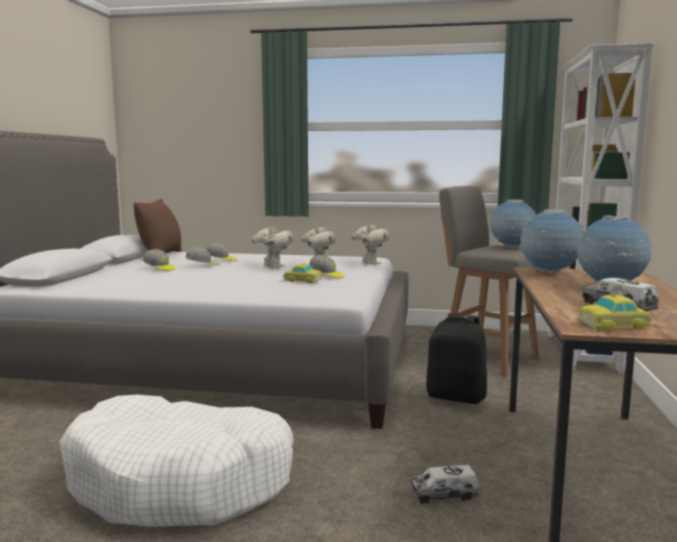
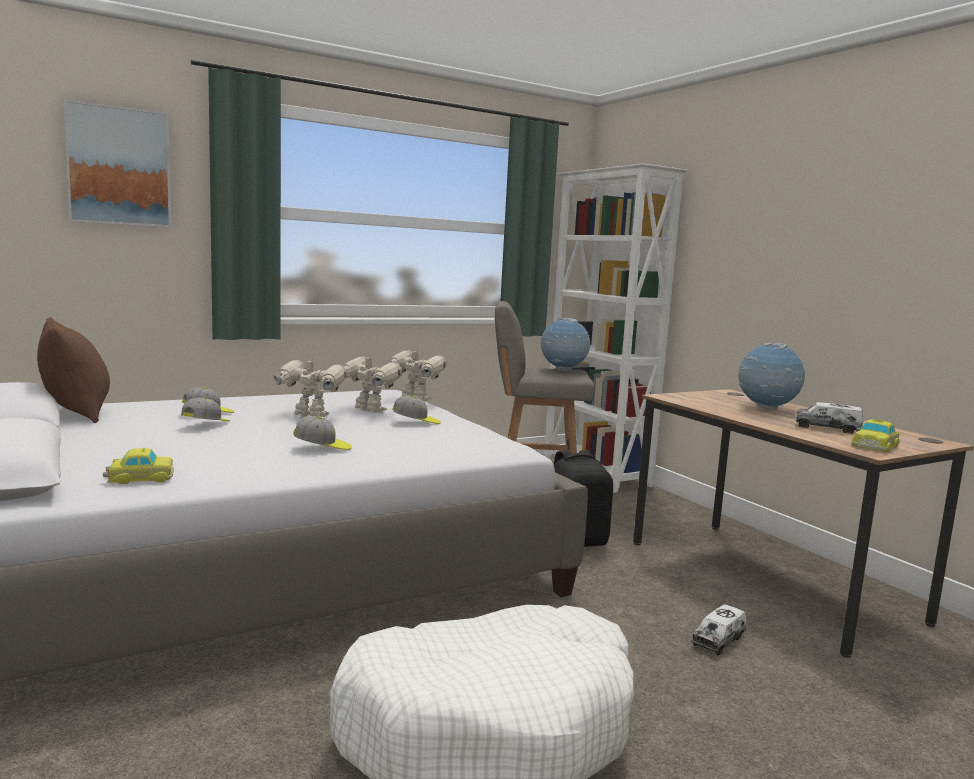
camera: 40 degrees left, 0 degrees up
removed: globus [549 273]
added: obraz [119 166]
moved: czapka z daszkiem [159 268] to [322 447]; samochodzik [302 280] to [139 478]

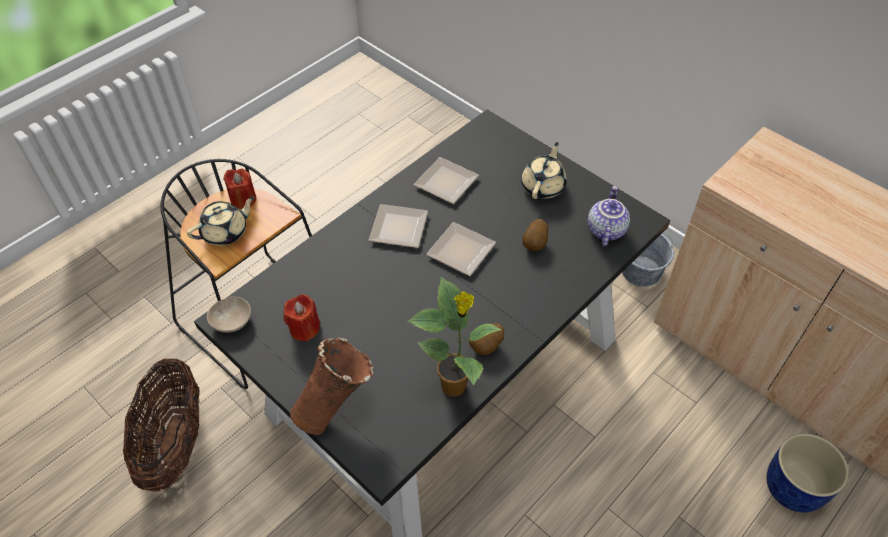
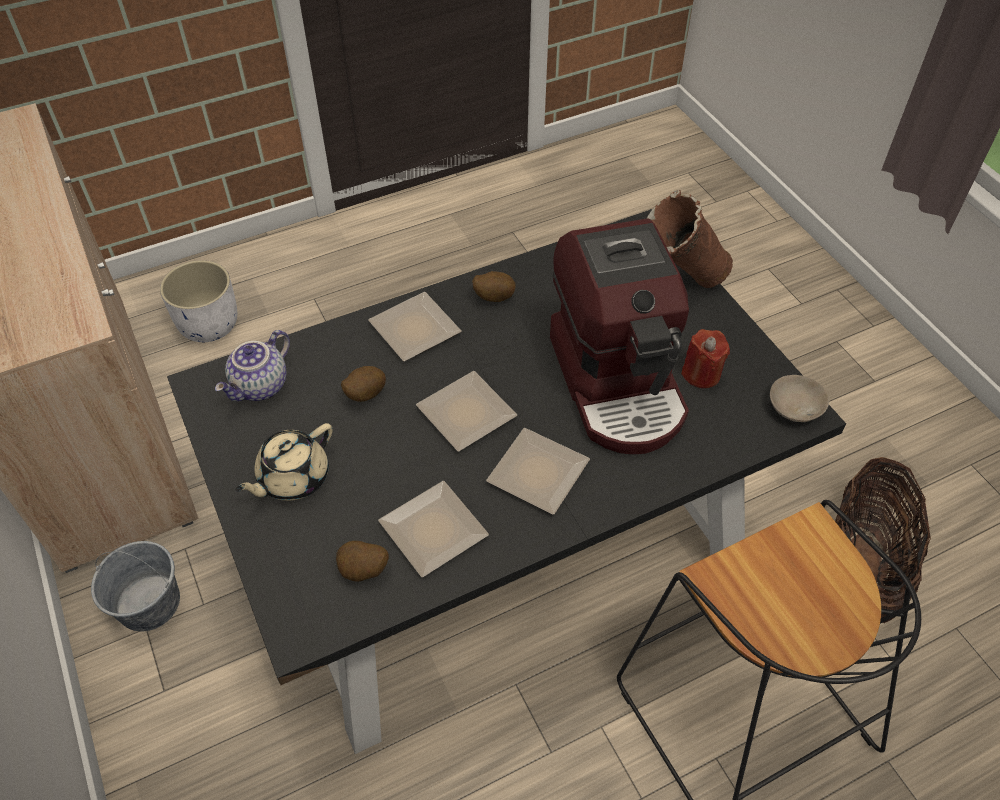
camera: 160 degrees left, 0 degrees up
removed: świeca [czerwony] [243 199]; imbryk [beżowy] [226 232]; roślina doniczkowa [455 386]
added: ekspres do kawy [619 383]; talerz [414 332]; ziemniak [364 572]
recoloured: donica [niebieski] [793 487] to donica [biały] [208 325]

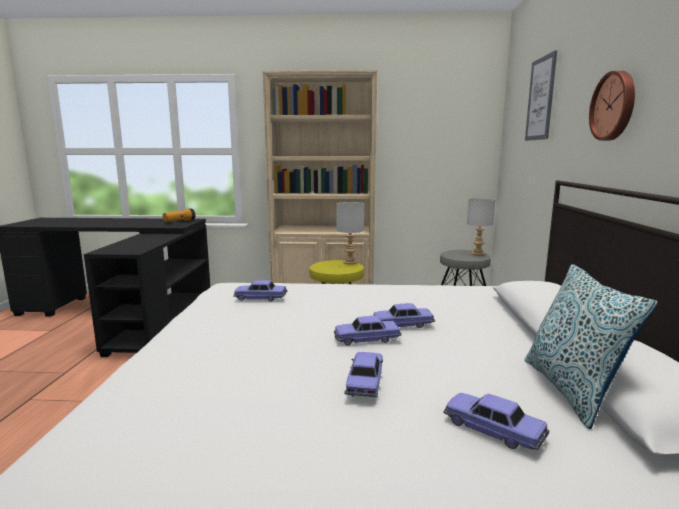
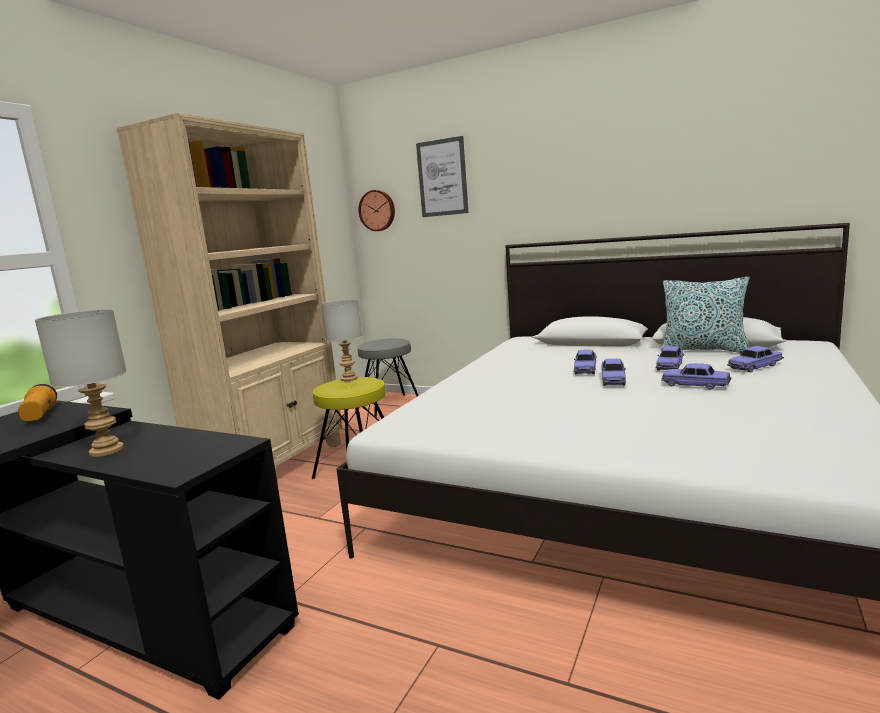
camera: 65 degrees left, 0 degrees up
moved: zegar ścienny [614 106] to [377 210]; lampa stołowa [szary] [477 254] to [107 451]; samochodzik [260 298] to [670 366]

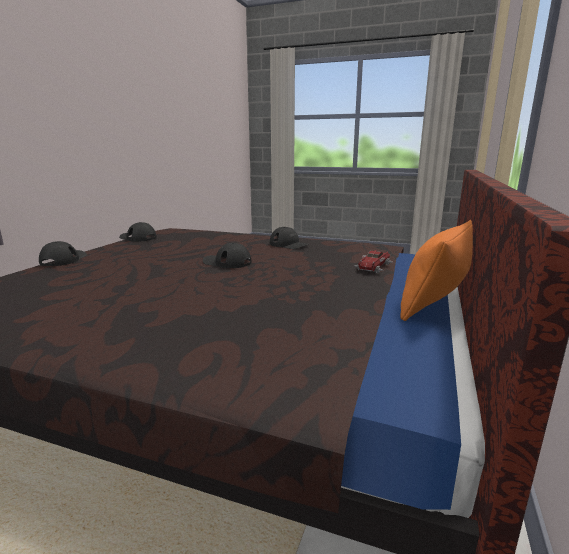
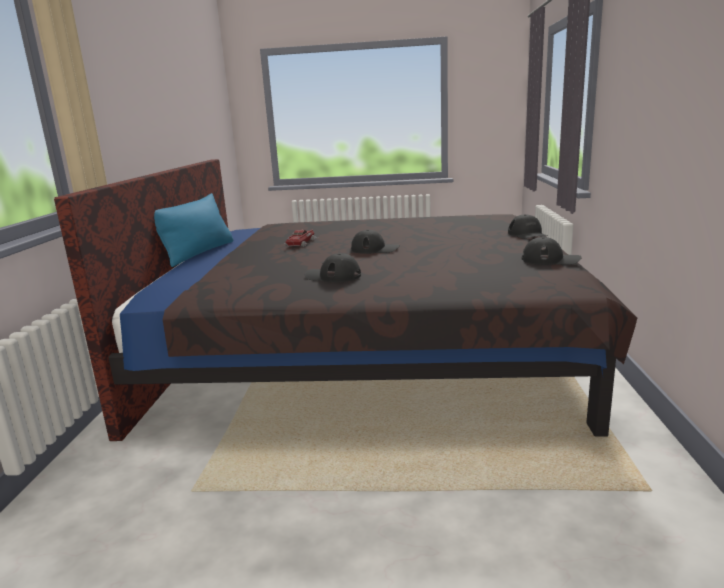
camera: 165 degrees right, 0 degrees up
moved: samochodzik [374 266] to [301 243]
recoloured: poduszka [pomarańczowy] [436 298] to poduszka [niebieski] [199 253]

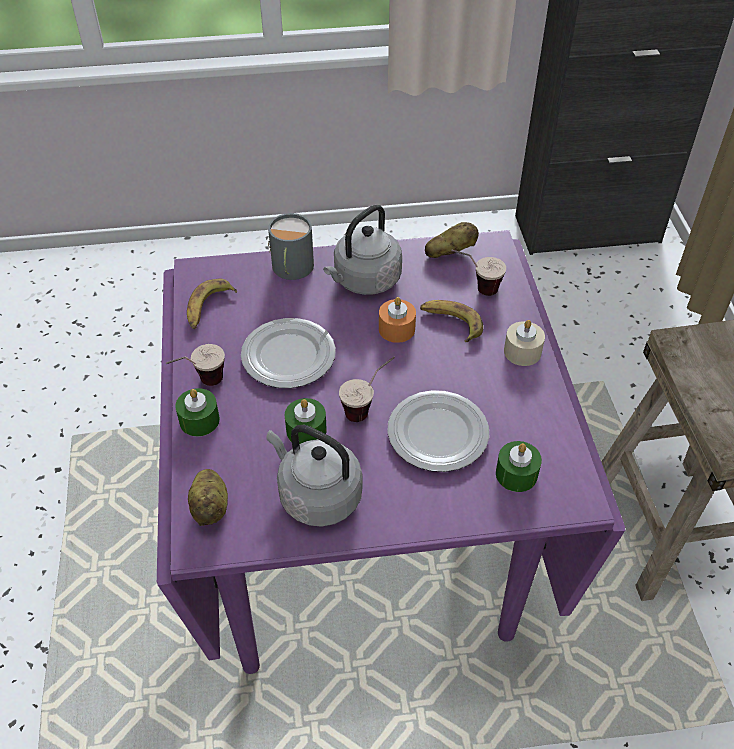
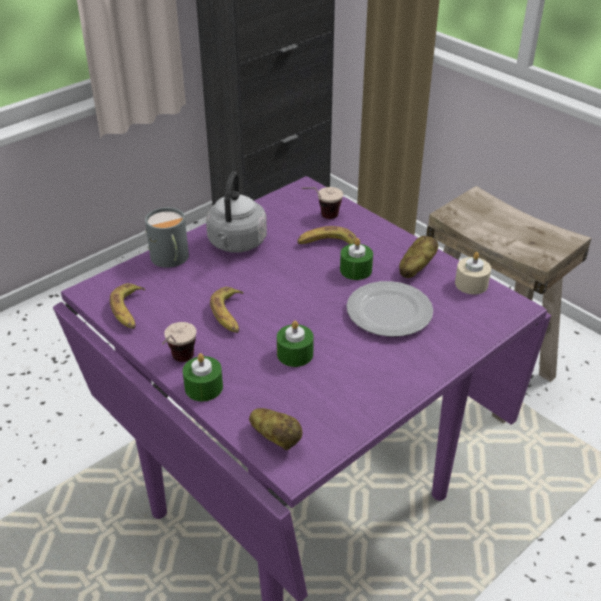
camera: 35 degrees left, 10 degrees down
removed: świeca [pomarańczowy] [396 329]; filiżanka [368 407]; czajnik [szary] [316 495]
moved: ziemniak [450 252] to [415 268]; świeca [beżowy] [522 352] to [471 284]; świeca [zielony] [516 474] to [356 270]
replaced: talerz [287 357] to banan [229 315]

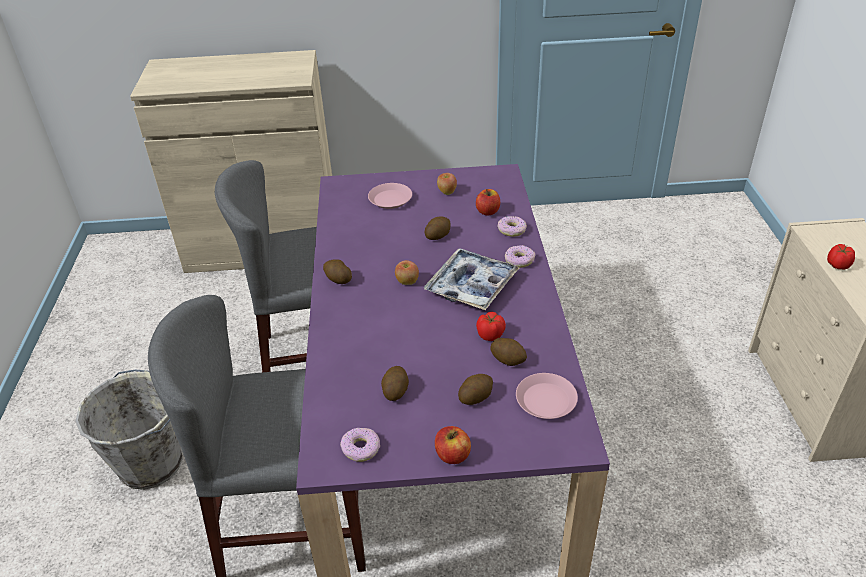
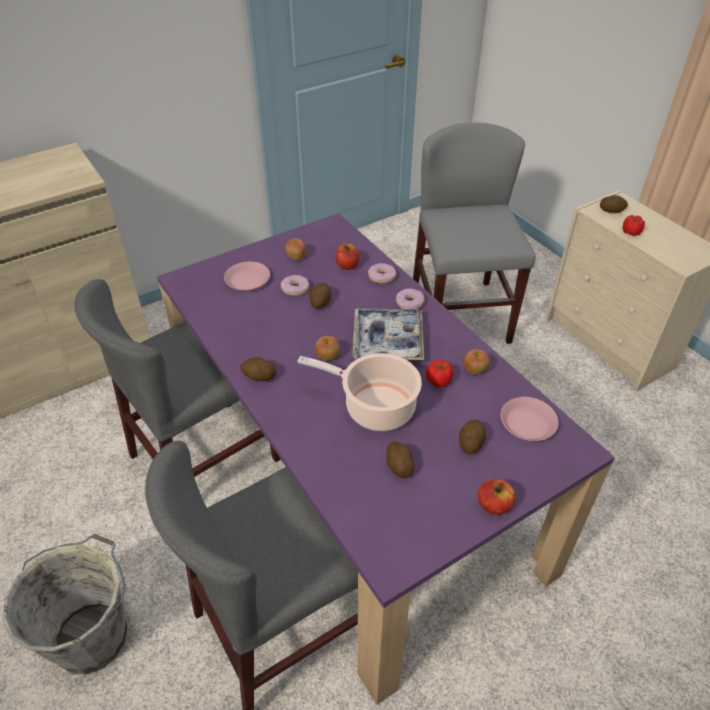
camera: 30 degrees left, 5 degrees up
added: krzesło [szary] [460 314]; jabłko [475 370]; garnek [375 407]
moved: ziemniak [508 359] to [611 210]; donut [361 448] to [295 289]

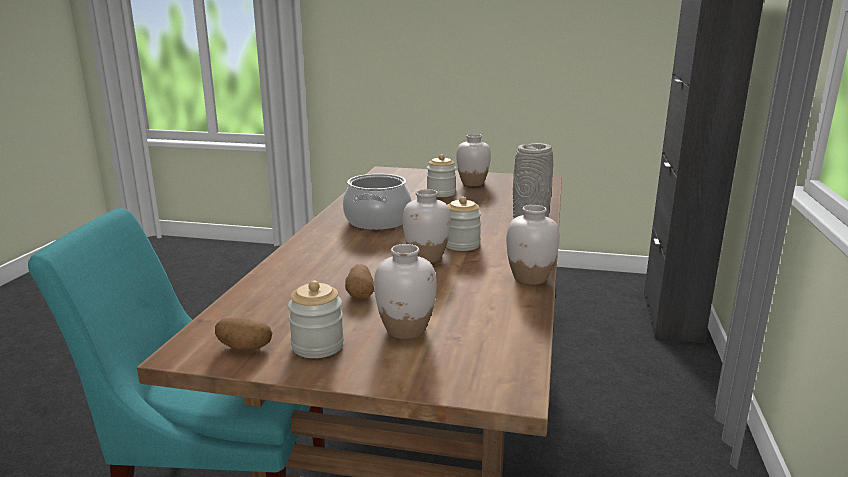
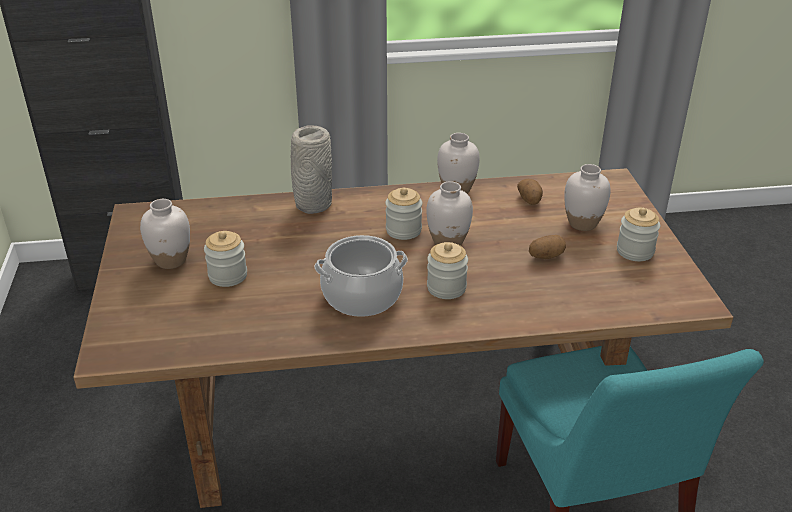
camera: 110 degrees left, 15 degrees up
added: słoik [446 288]
moved: ziemniak [243 348] to [530 200]

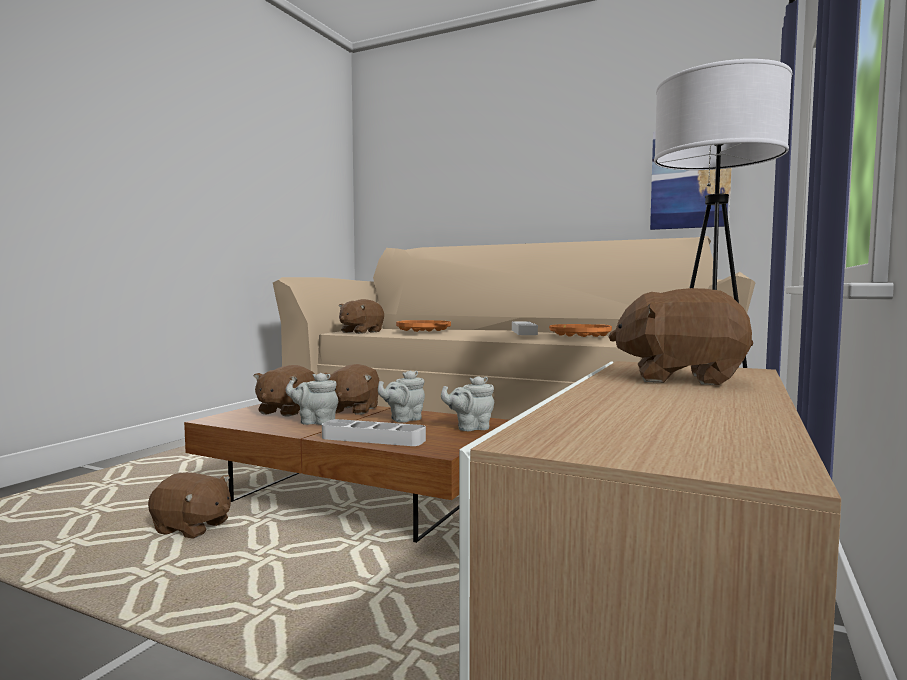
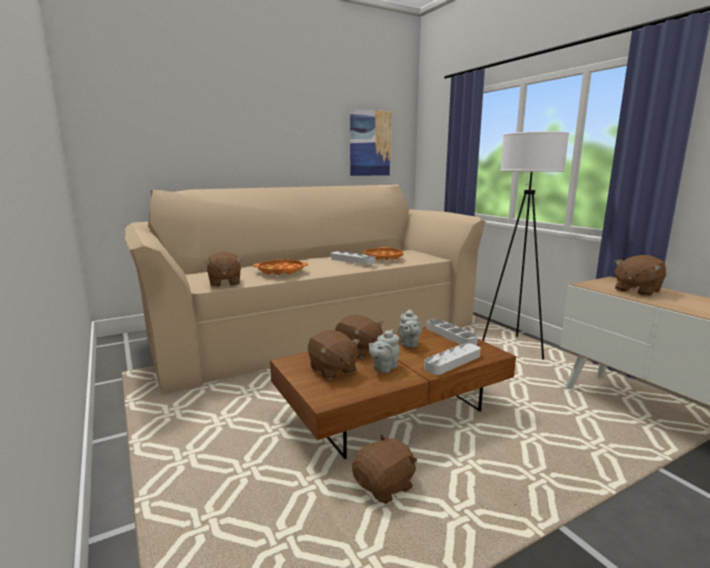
camera: 55 degrees left, 10 degrees up
replaced: imbryk [szary] [470 428] to taca [szary] [450 335]

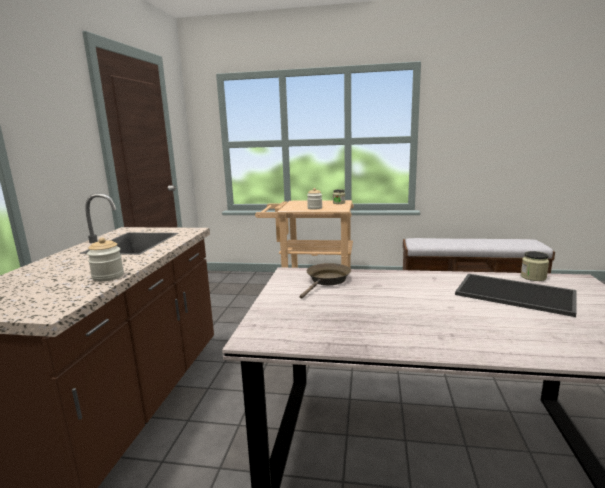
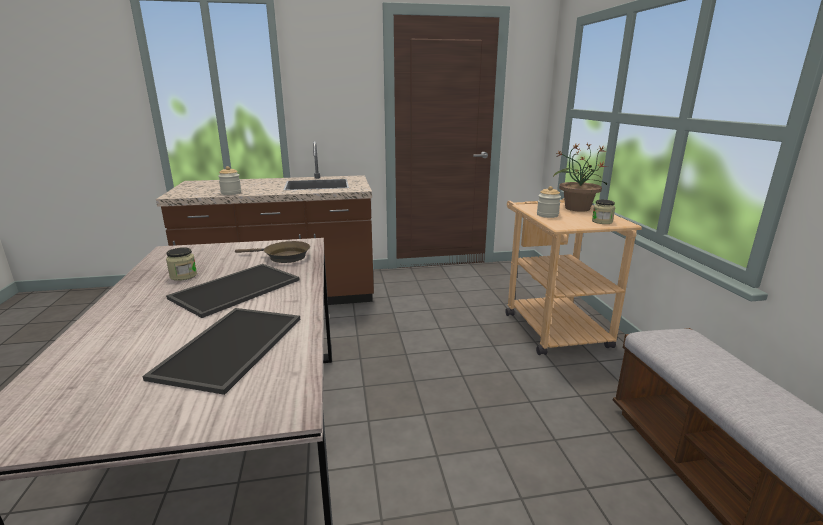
camera: 70 degrees right, 5 degrees up
added: roślina doniczkowa [576 208]; taca [236 288]
moved: słoik [533 277] to [183 276]

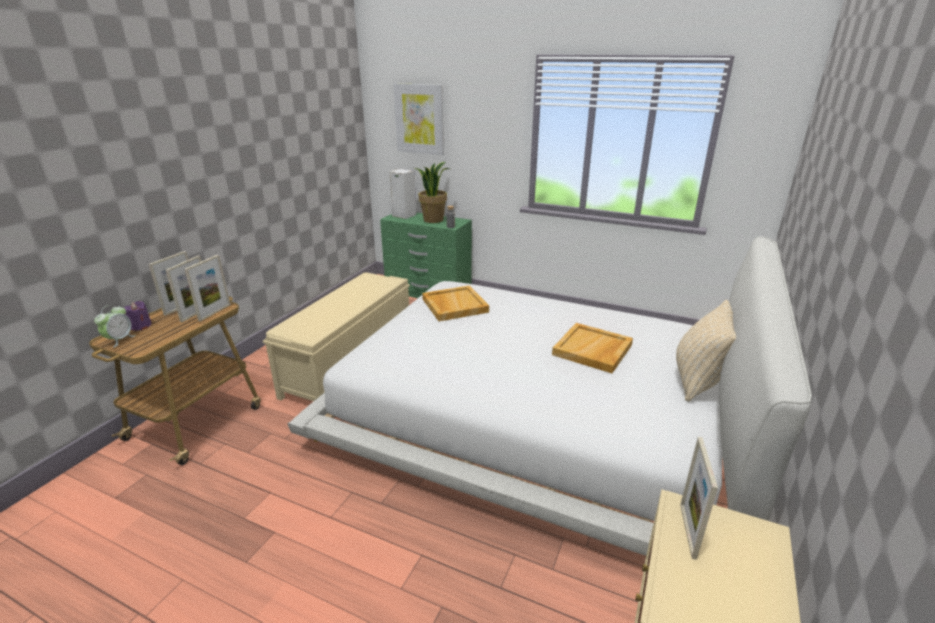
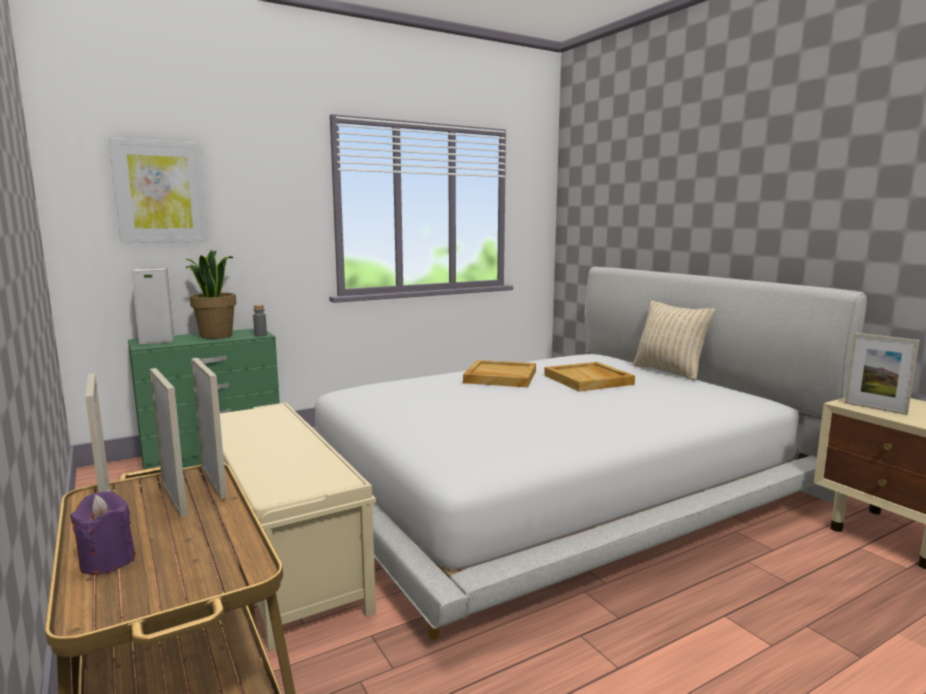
camera: 55 degrees left, 15 degrees down
removed: budzik [119 340]
moved: taca [beżowy] [454 305] to [500 377]

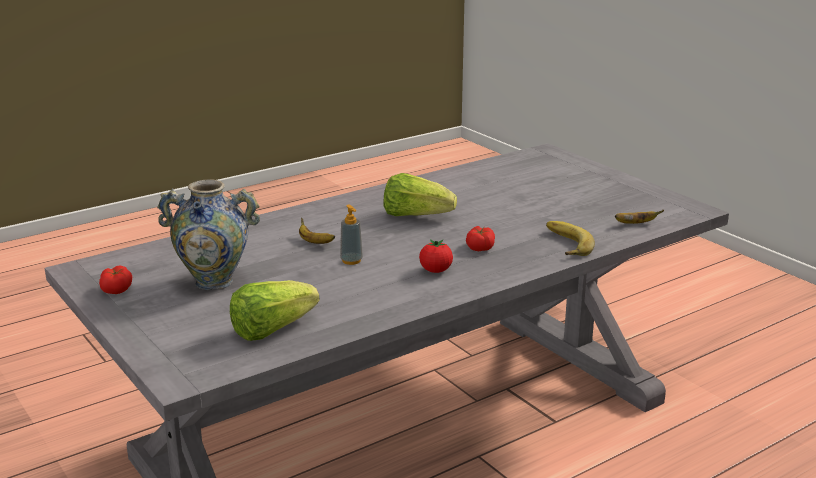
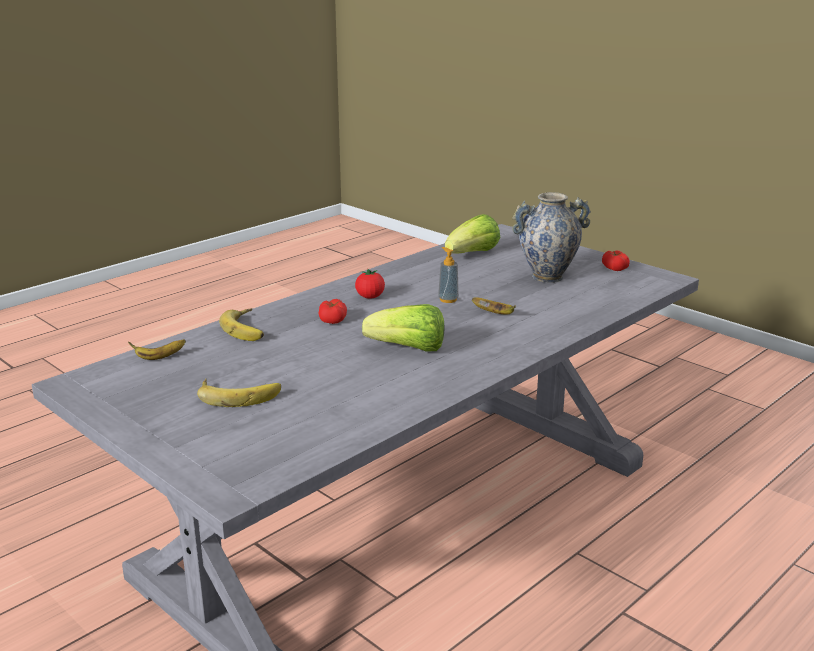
camera: 170 degrees right, 0 degrees up
added: banan [239 394]

